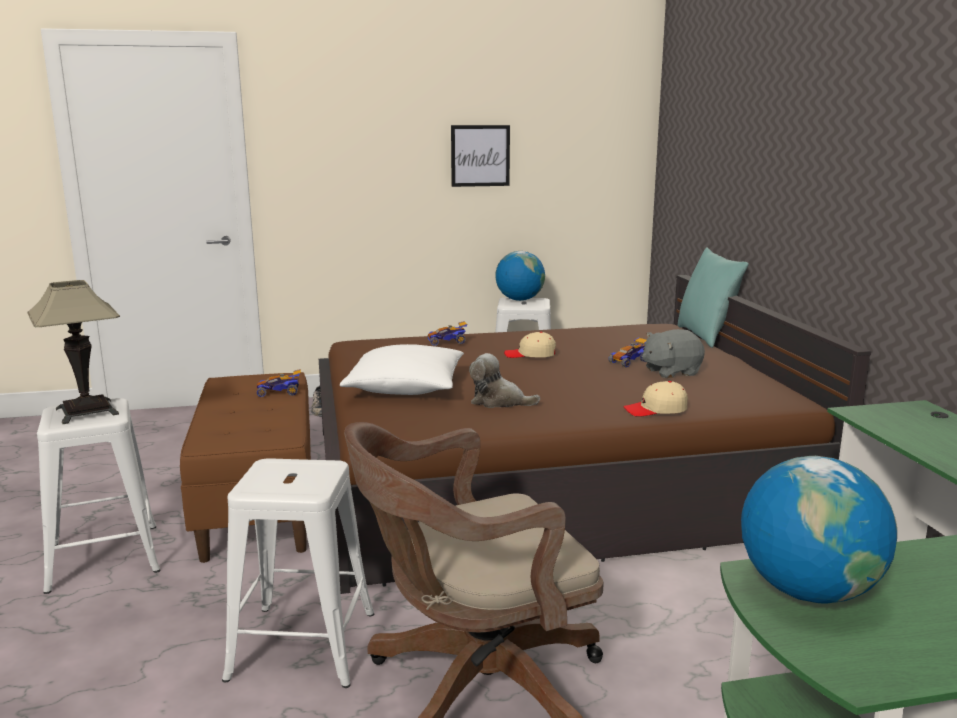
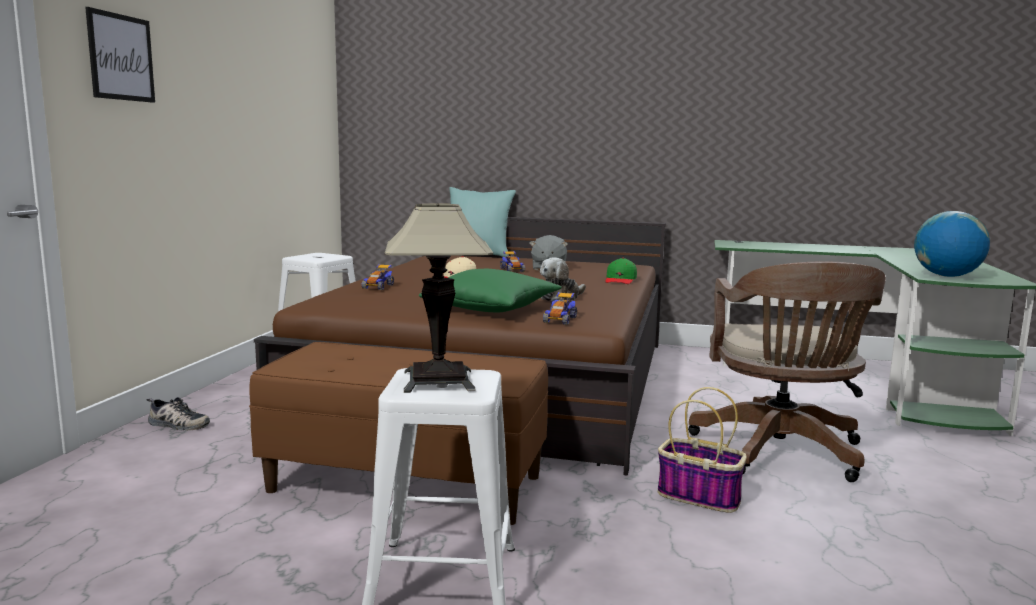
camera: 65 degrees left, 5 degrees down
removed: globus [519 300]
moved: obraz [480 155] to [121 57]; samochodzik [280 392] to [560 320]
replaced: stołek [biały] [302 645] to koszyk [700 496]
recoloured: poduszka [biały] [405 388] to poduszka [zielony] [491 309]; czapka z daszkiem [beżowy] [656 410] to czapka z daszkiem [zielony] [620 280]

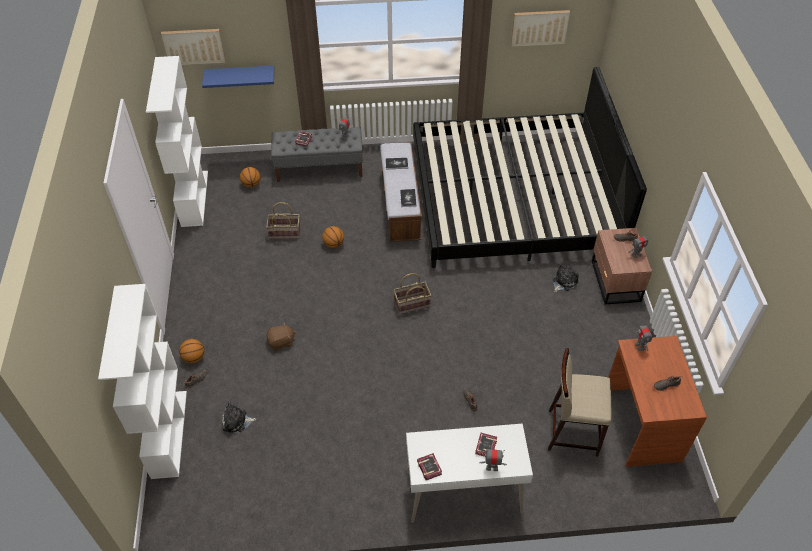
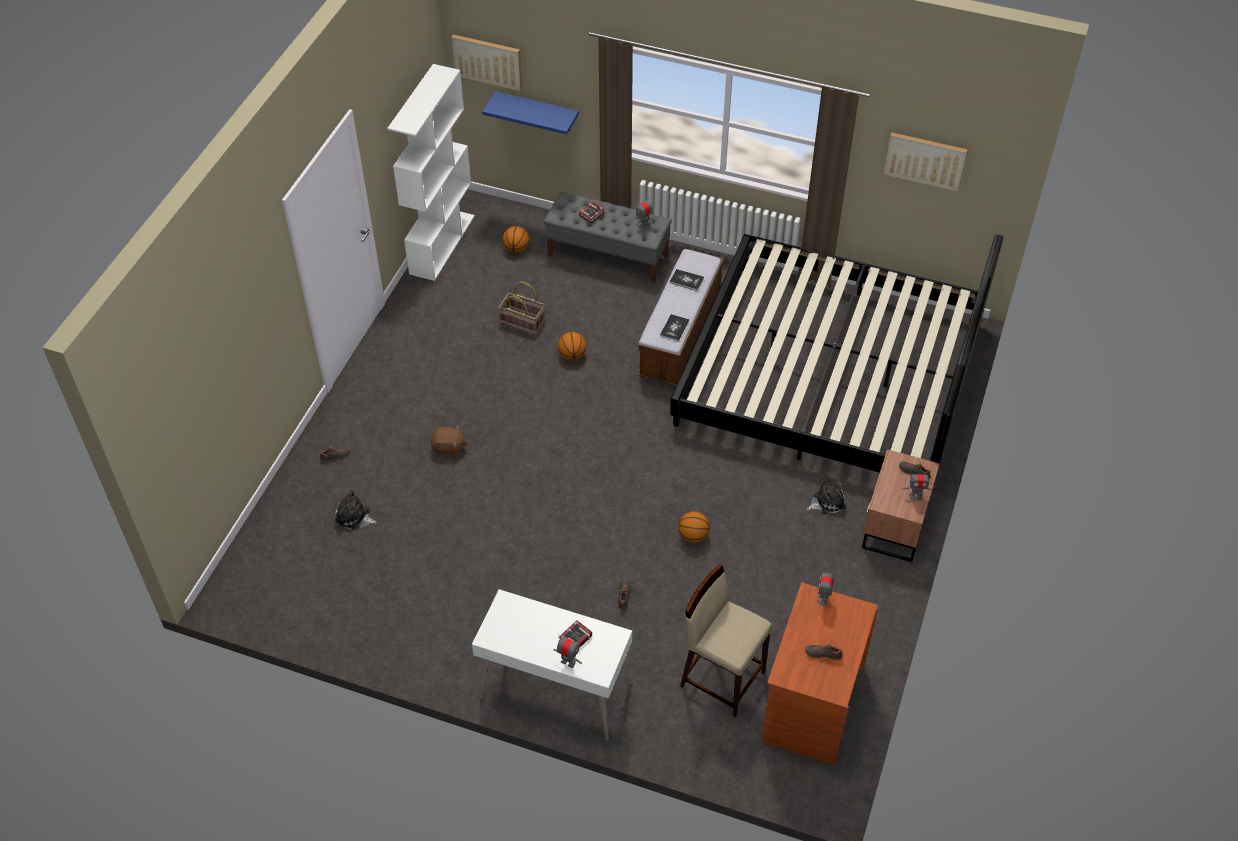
camera: 25 degrees right, 0 degrees up
removed: koszyk [412 304]; regał [biały] [168 433]; książka [429 467]
moved: piłka do koszykówki [194 357] to [693 536]

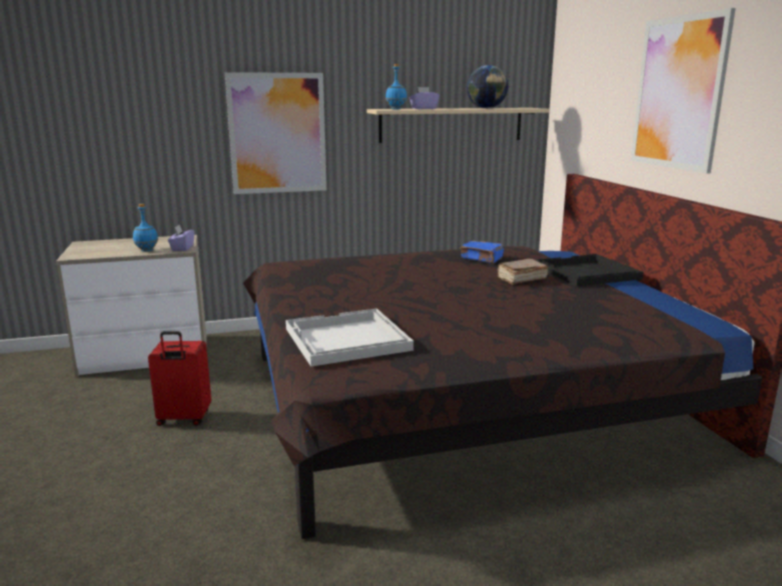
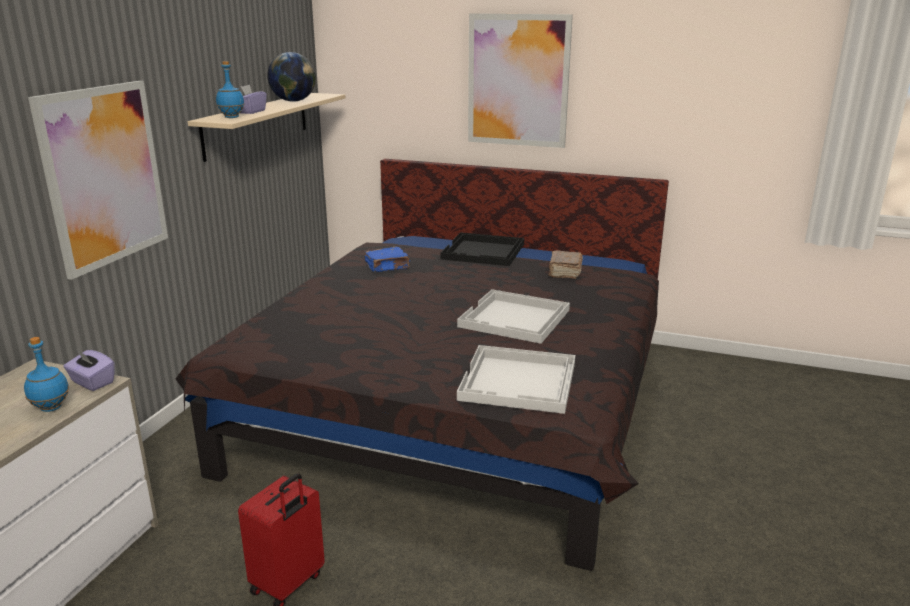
camera: 55 degrees left, 5 degrees up
added: taca [biały] [515 319]
moved: książka [brązowy] [520 279] to [564 272]

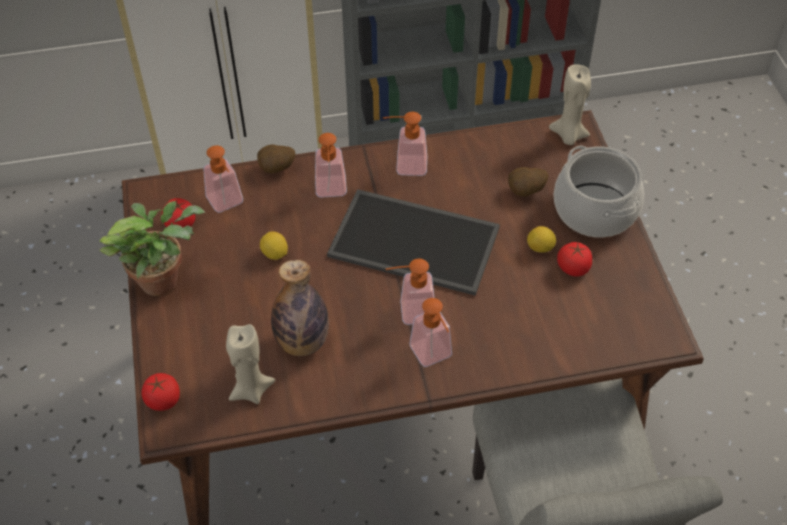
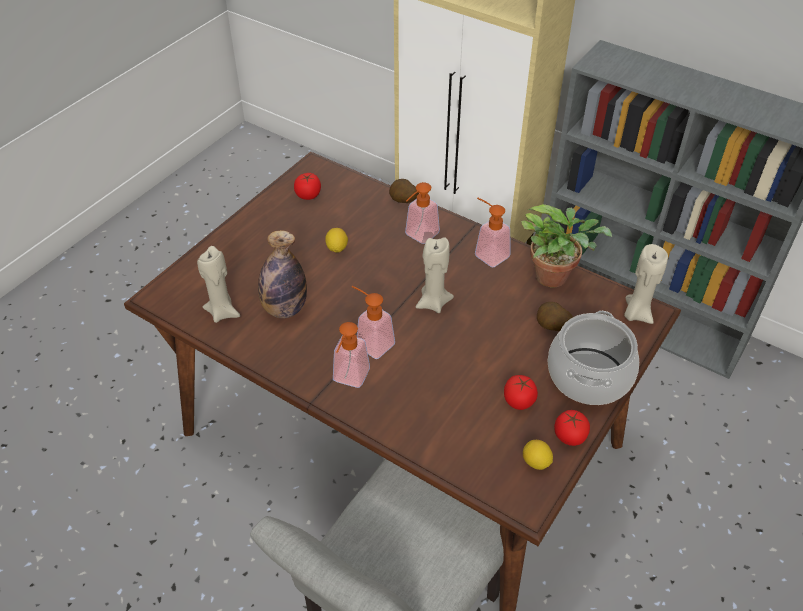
camera: 45 degrees right, 5 degrees down
removed: dozownik mydła [227 204]
moved: roślina doniczkowa [163 278] to [556 277]; cytryna [540 248] to [536 462]; pomidor [163 400] to [569 436]
replaced: taca [416 240] to świeca [beżowy] [433 303]

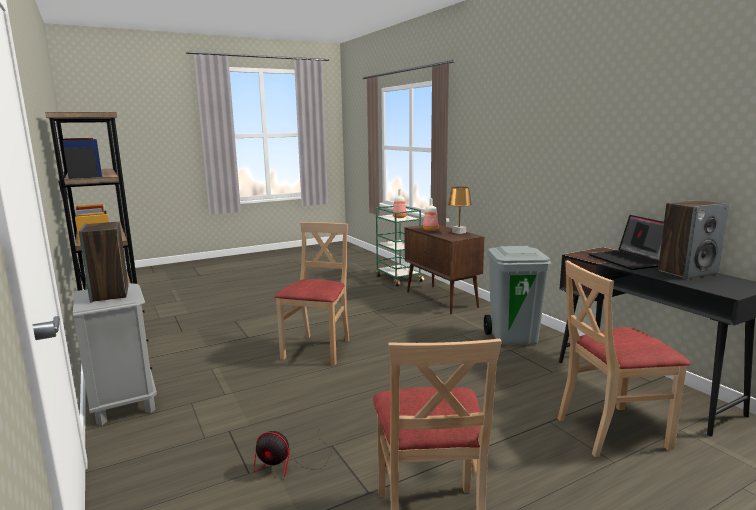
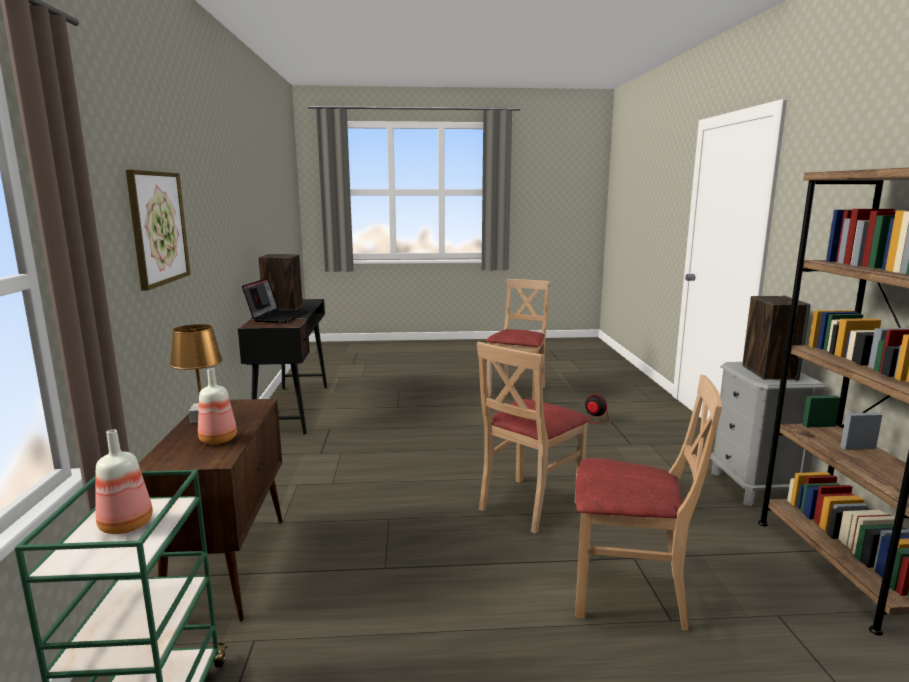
camera: 155 degrees left, 0 degrees up
removed: kosz na śmieci [szary] [513 338]
added: obraz [158 228]
moved: krzesło [beżowy] [611 431] to [628 592]

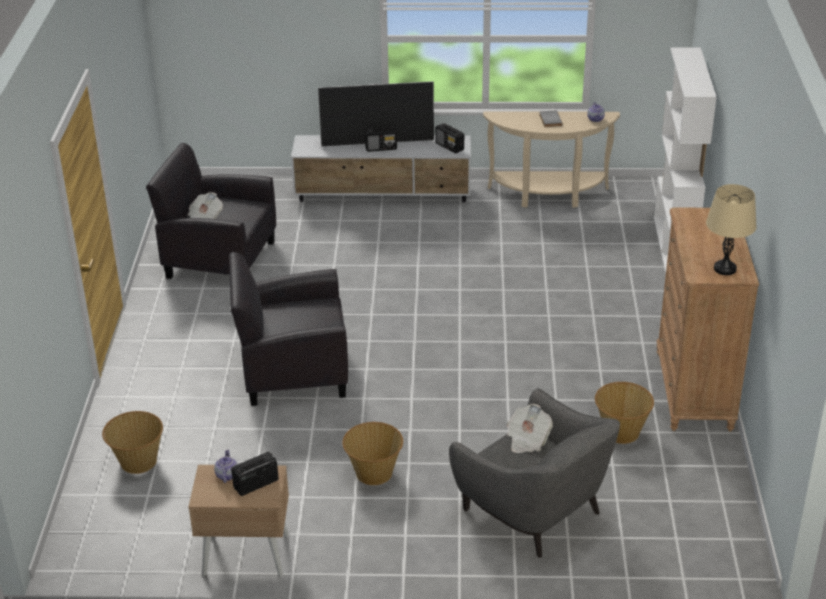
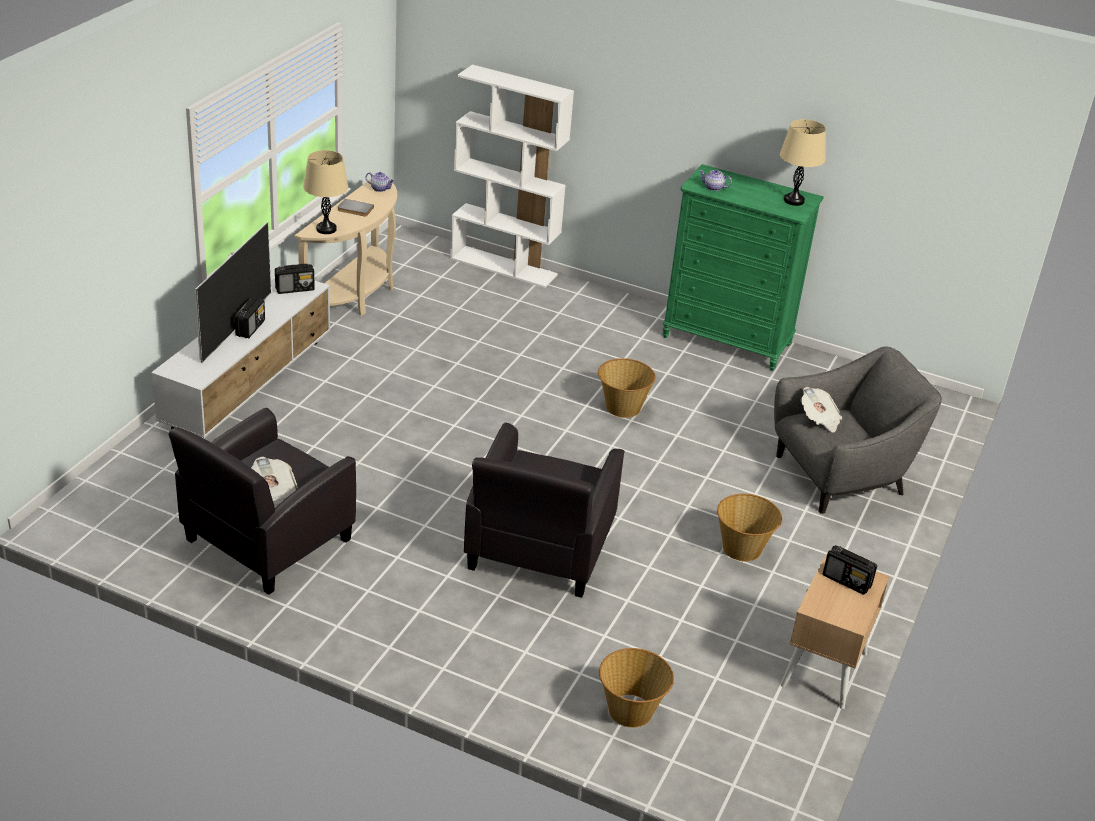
camera: 70 degrees left, 0 degrees up
added: lampa stołowa [beżowy] [326 229]
moved: koszyk [621 431] to [622 407]; imbryk [226 475] to [713 188]
recoloured: komoda [brązowy] [694 391] to komoda [zielony] [727 341]
turned: radio [255 484] = [847 581] 45 degrees counterclockwise

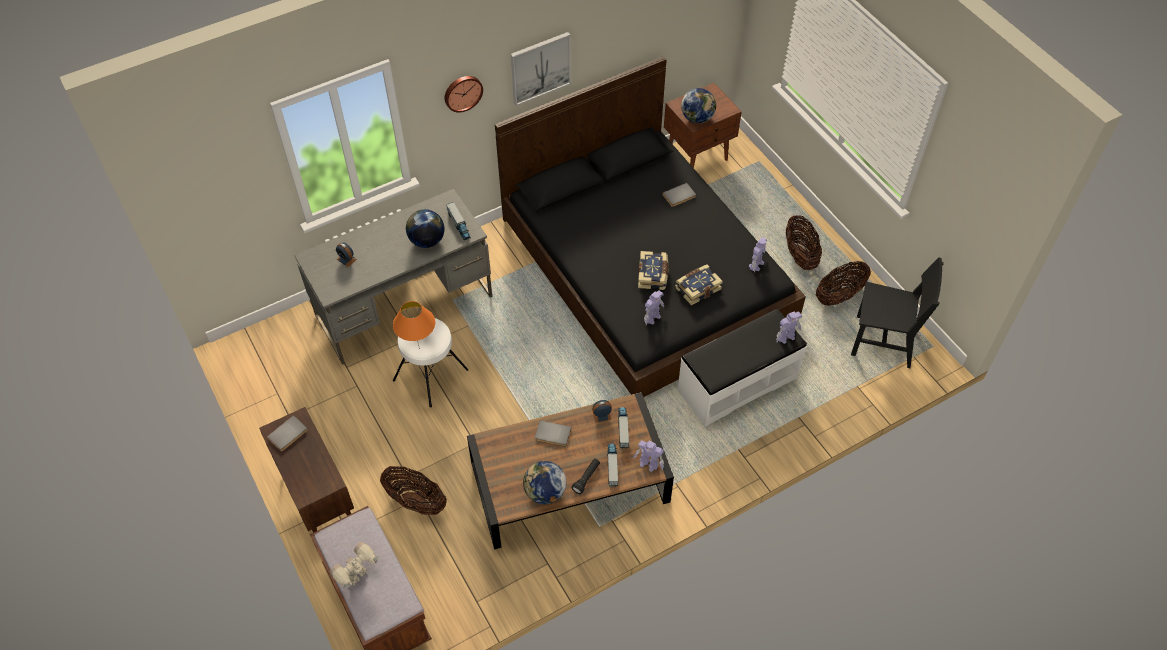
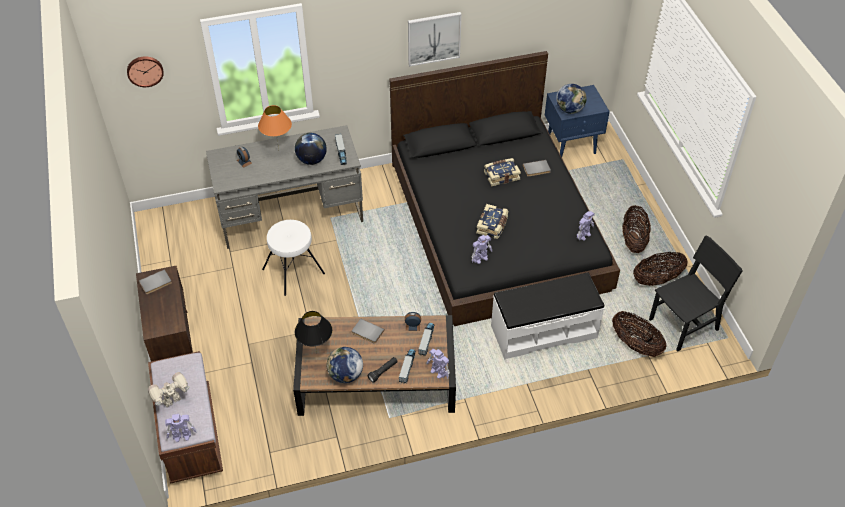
camera: 15 degrees right, 5 degrees down
added: lampa stołowa [czarny] [316 353]
moved: zegar ścienny [462 92] to [145 70]; książka [697 288] to [501 175]; lampa stołowa [pomarańczowy] [419 348] to [278 150]; robot zabawkowy [786 337] to [182 436]; koszyk [416 501] to [635 345]
recoloured: szafka nocna [brązowy] [698 155] to szafka nocna [niebieski] [572 145]
turned: krzesło [czarny] [883 341] = [683 324] 60 degrees counterclockwise

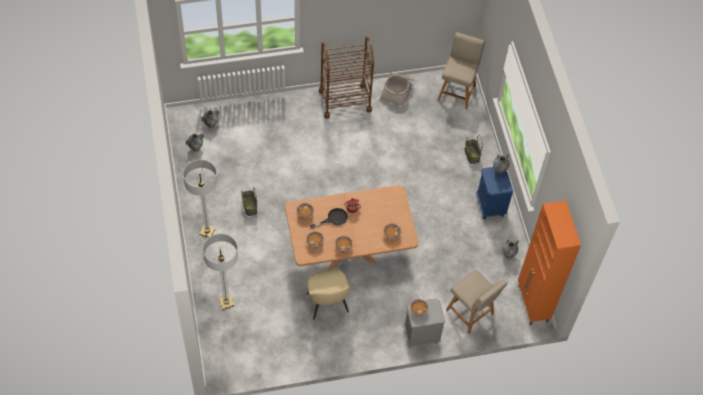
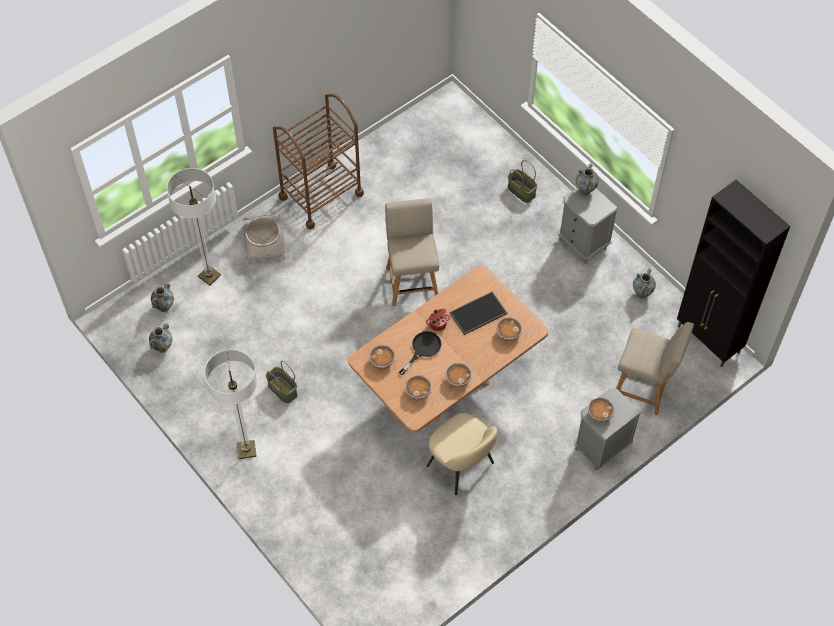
camera: 25 degrees left, 0 degrees up
added: taca [478 314]
moved: krzesło [beżowy] [457 91] to [412 281]; koszyk [397 91] to [264 239]; lampa stojąca [226 302] to [209 276]
recoloured: szafka nocna [niebieski] [490 206] to szafka nocna [szary] [583 243]; szafka [pomarańczowy] [532 304] to szafka [czarny] [708 340]

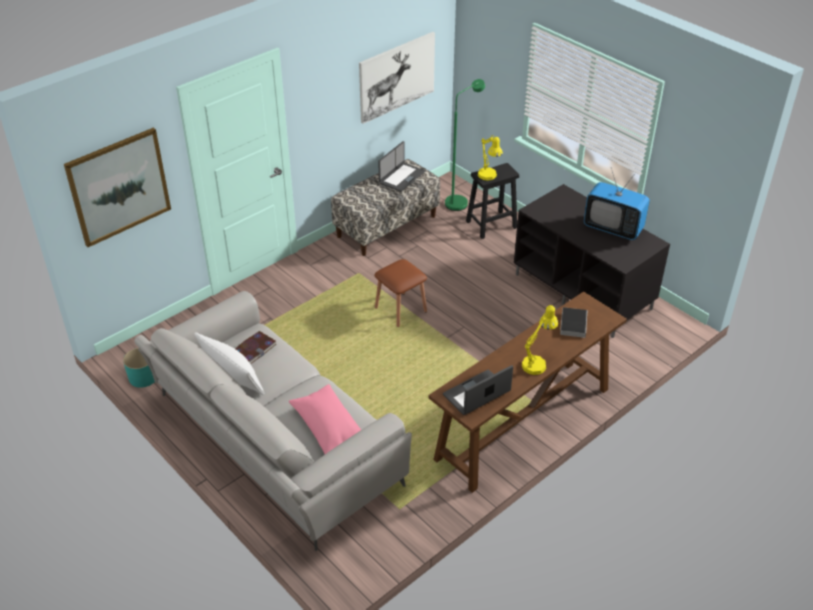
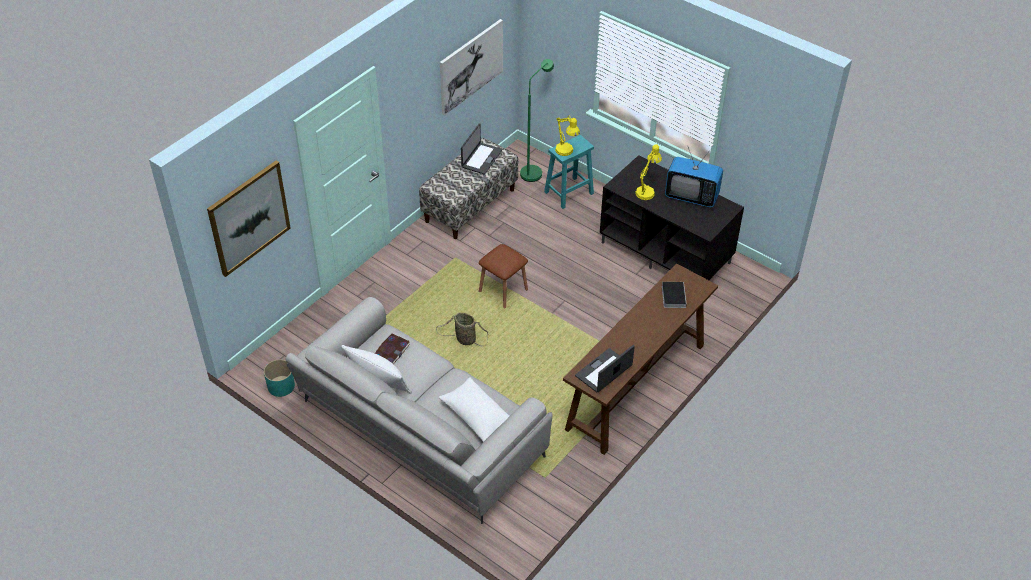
camera: 10 degrees left, 5 degrees up
added: koszyk [464 339]
moved: lampa stołowa [żółty] [537 363] to [646 191]
recoloured: stołek [czarny] [492 224] to stołek [turkusowy] [569 192]; poduszka [różowy] [328 429] to poduszka [biały] [477 417]

